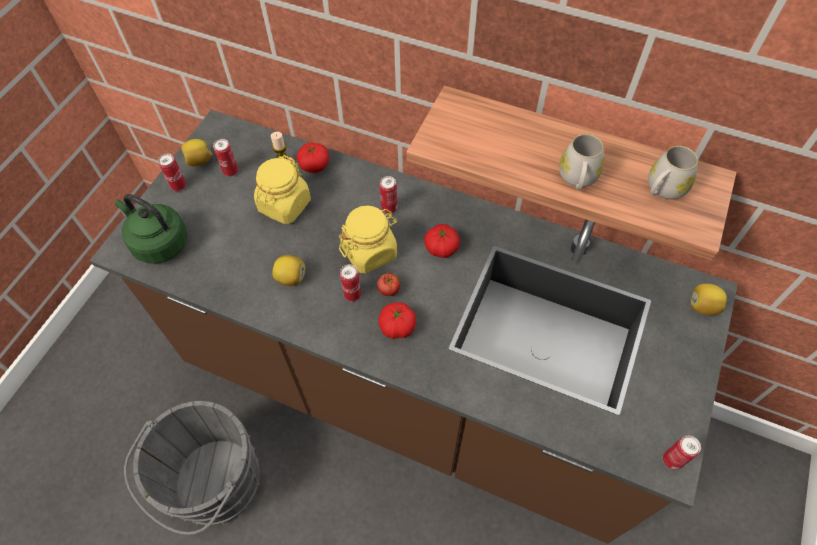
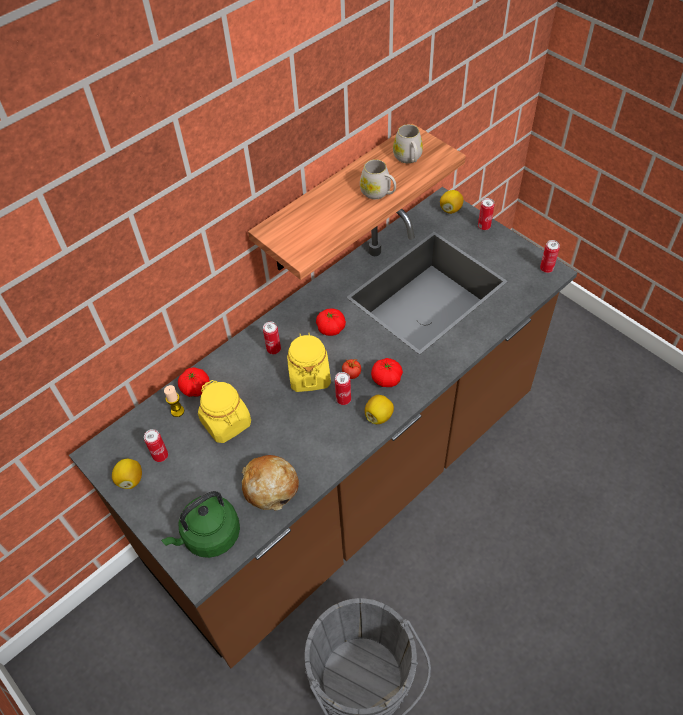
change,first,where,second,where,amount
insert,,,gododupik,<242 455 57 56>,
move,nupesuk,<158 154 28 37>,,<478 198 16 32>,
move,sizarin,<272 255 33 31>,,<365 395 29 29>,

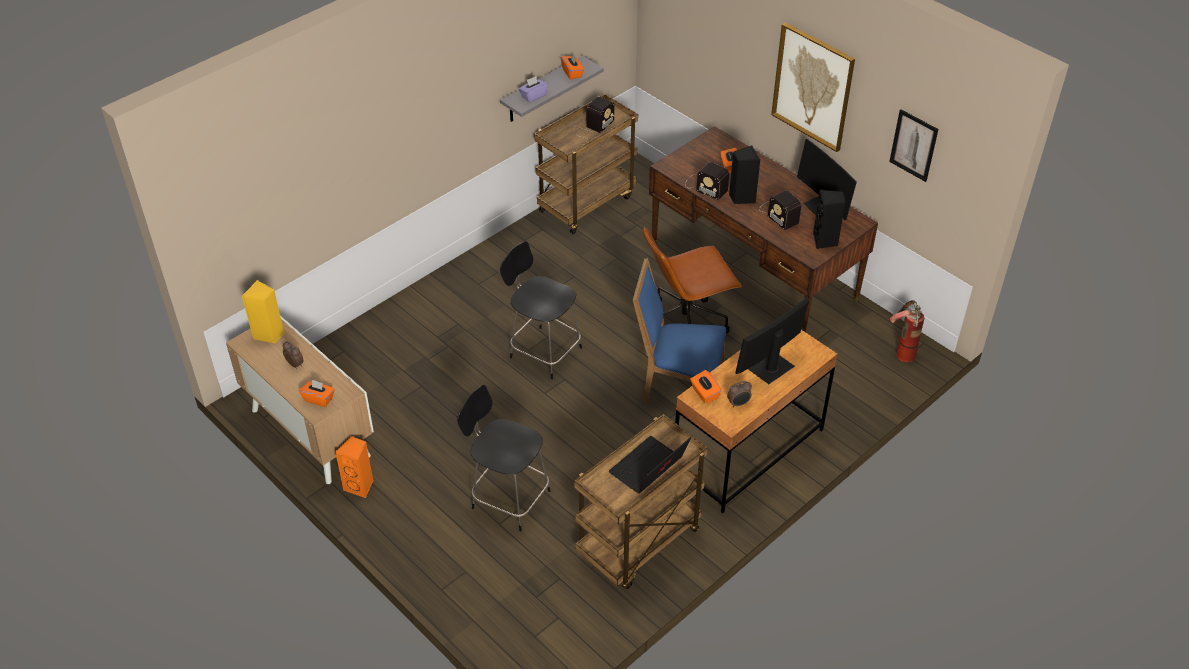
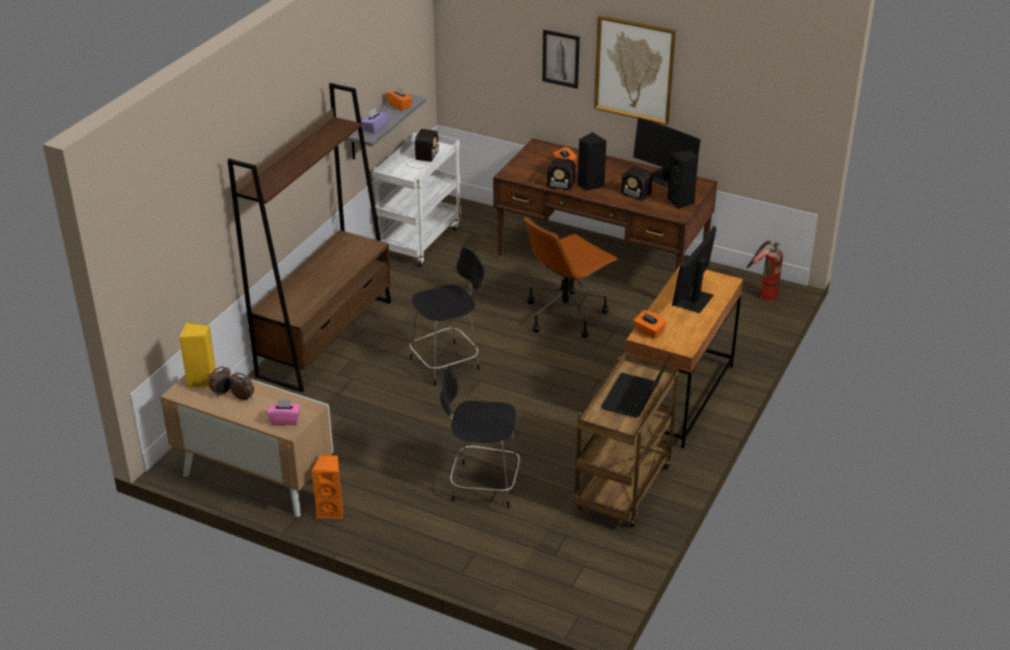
change,first,where,second,where,amount
delete,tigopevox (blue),<633 258 93 145>,,,
insert,,,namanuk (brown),<227 83 164 310>,
move,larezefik,<727 381 25 27>,,<209 366 24 31>,
move,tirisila,<889 109 49 73>,,<542 30 38 59>,
recolor,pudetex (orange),<299 380 36 27>,pudetex (pink),<267 399 34 26>,
recolor,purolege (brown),<534 94 104 140>,purolege (white),<372 131 89 136>,
rotate,tigopevox (black),<500 241 82 138>,,<410 247 74 139>,135 degrees clockwise

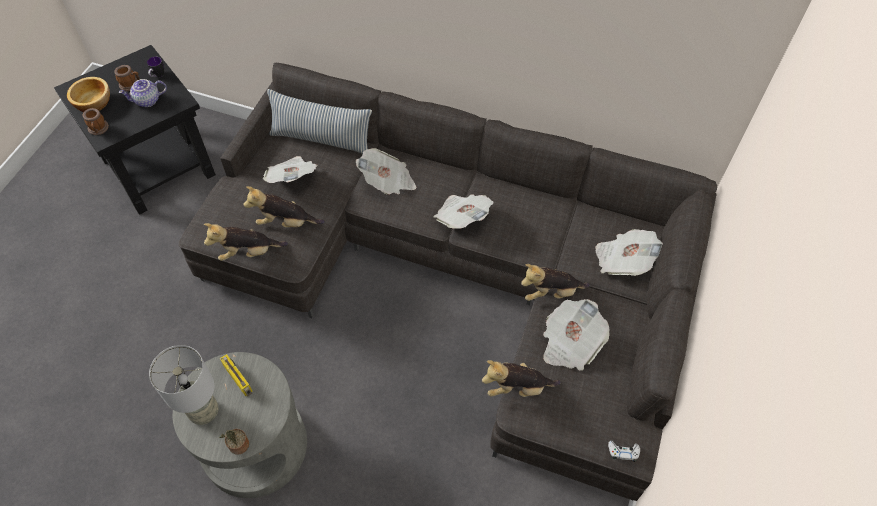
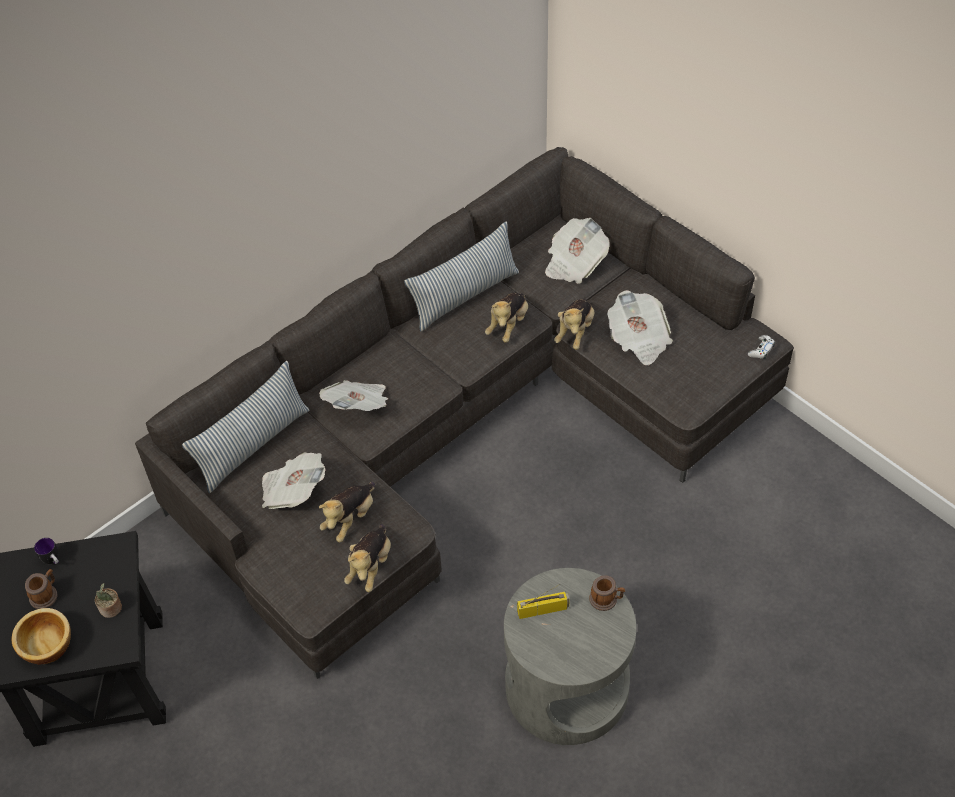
change,first,where,second,where,amount
delete,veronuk,<119 79 48 28>,,,
delete,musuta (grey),<149 345 69 80>,,,
delete,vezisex,<434 194 59 35>,,,
insert,,,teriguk,<404 222 115 109>,
move,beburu,<83 108 26 27>,,<589 575 36 36>,
move,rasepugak,<219 429 30 26>,,<95 583 27 35>,
move,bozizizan,<482 360 78 37>,,<485 293 43 50>,

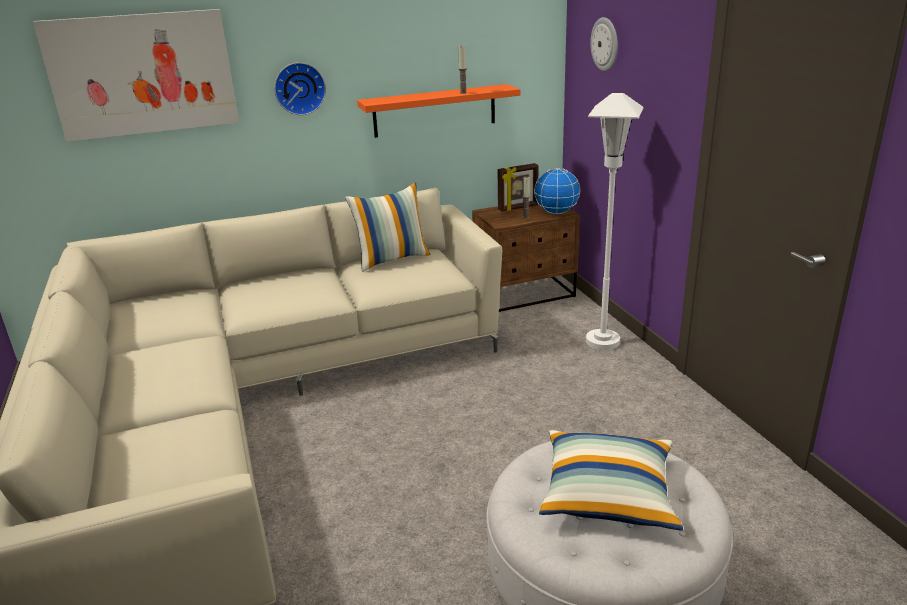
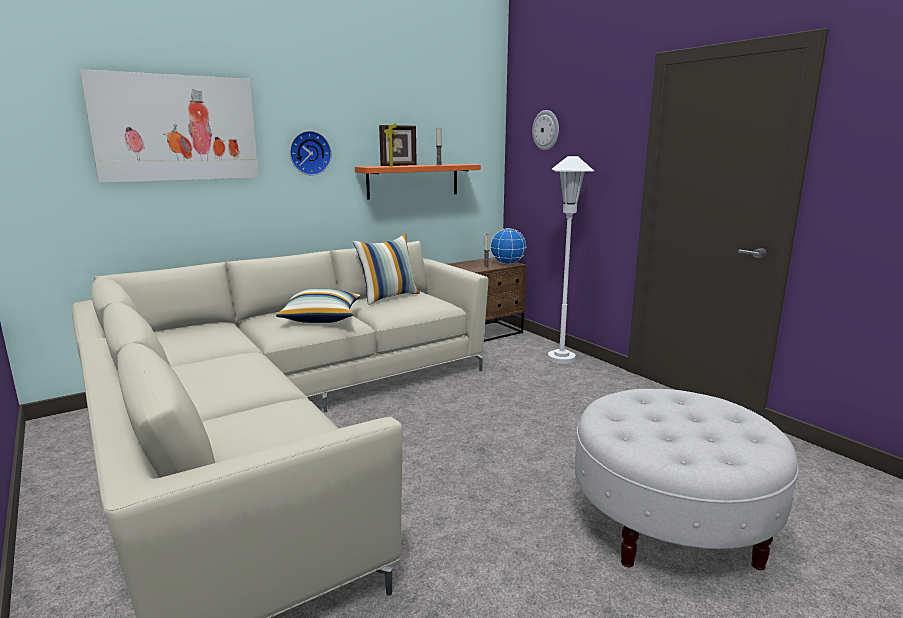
change,first,where,second,where,amount
move,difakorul,<497 163 41 49>,,<379 124 38 43>,
move,teriguk,<539 430 144 101>,,<276 289 84 34>,

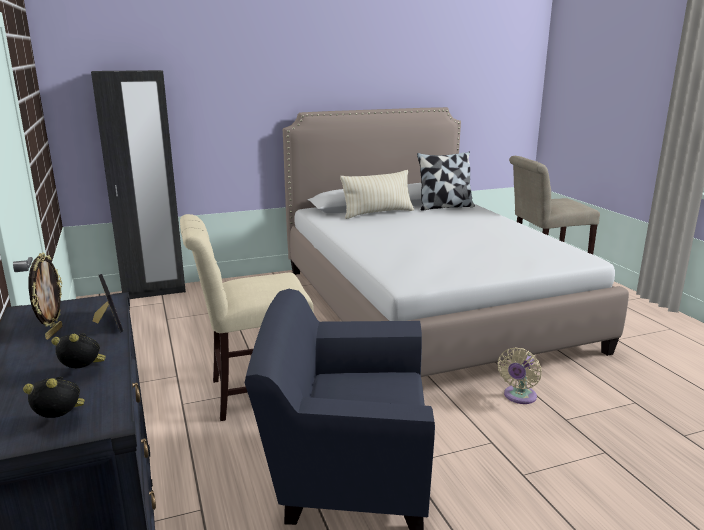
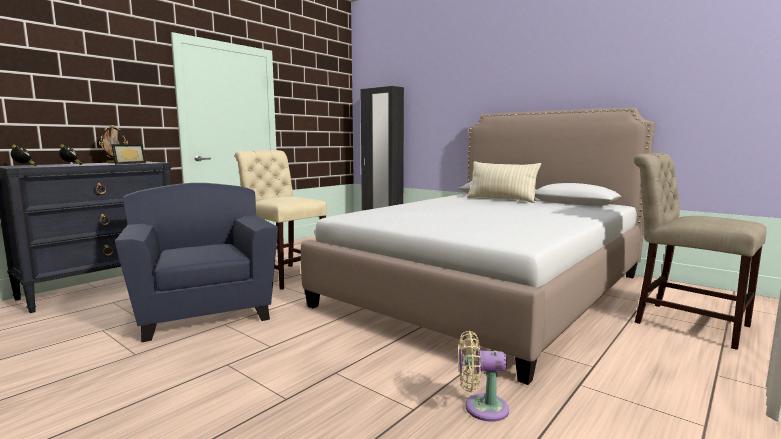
change,first,where,second,where,amount
delete,teriguk,<417 152 58 59>,,,
move,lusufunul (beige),<498 347 44 57>,,<459 331 50 91>,

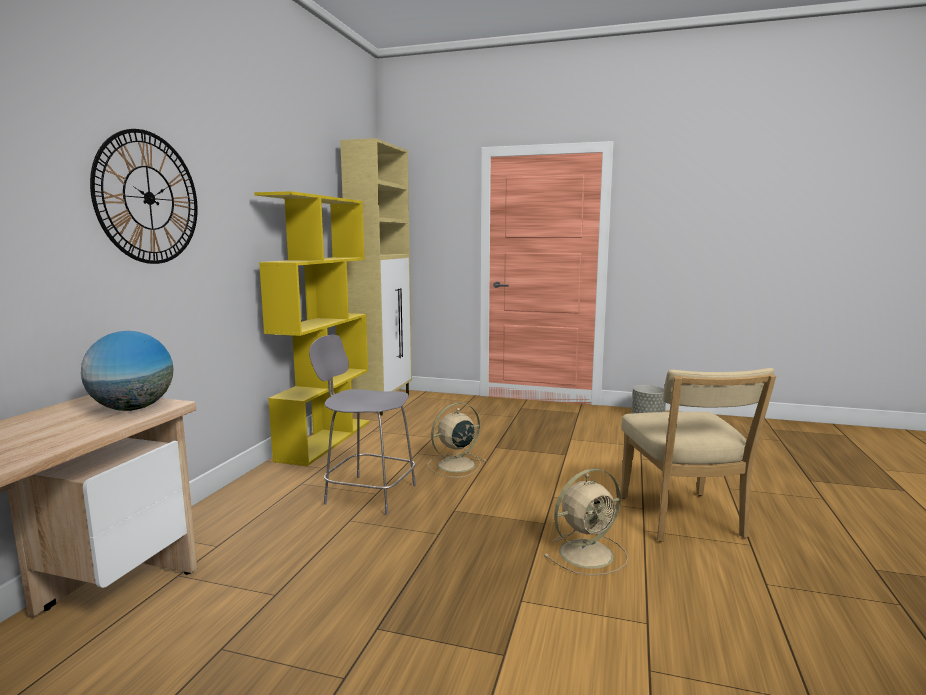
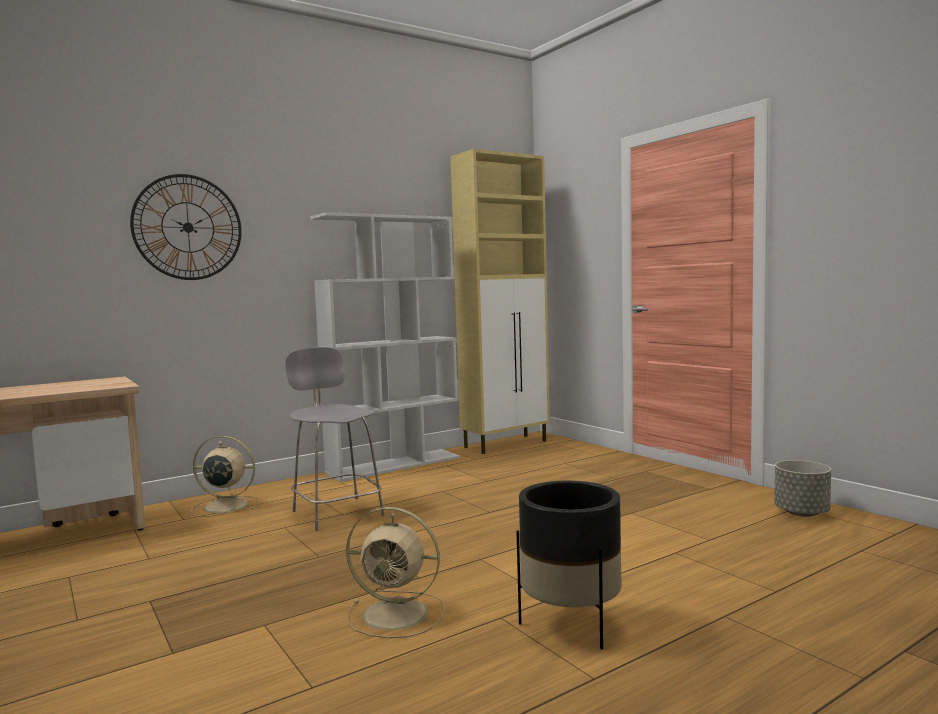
change,first,where,second,where,amount
delete,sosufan,<81 331 93 80>,,,
move,lusufunul (beige),<428 403 58 75>,,<191 436 68 81>,
replace,tigopevox (beige),<621 368 155 174>,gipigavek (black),<516 481 106 169>,
recolor,namanuk (yellow),<254 191 116 275>,namanuk (white),<311 212 149 270>,

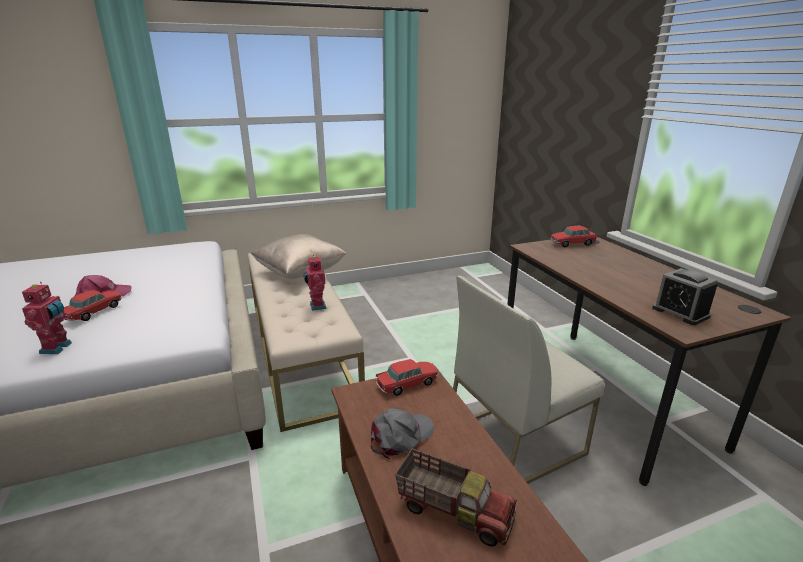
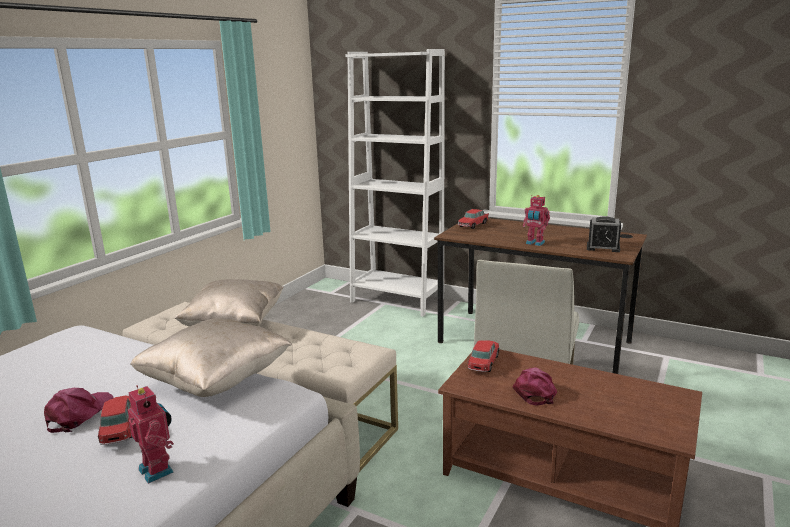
change,first,where,second,where,amount
delete,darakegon,<395 449 122 98>,,,
insert,,,teriguk (beige),<130 318 162 79>,
insert,,,namanuk (white),<345 49 100 268>,
move,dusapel,<303 255 24 56>,,<523 195 27 51>,
recolor,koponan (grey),<371 408 63 51>,koponan (pink),<513 367 44 39>,

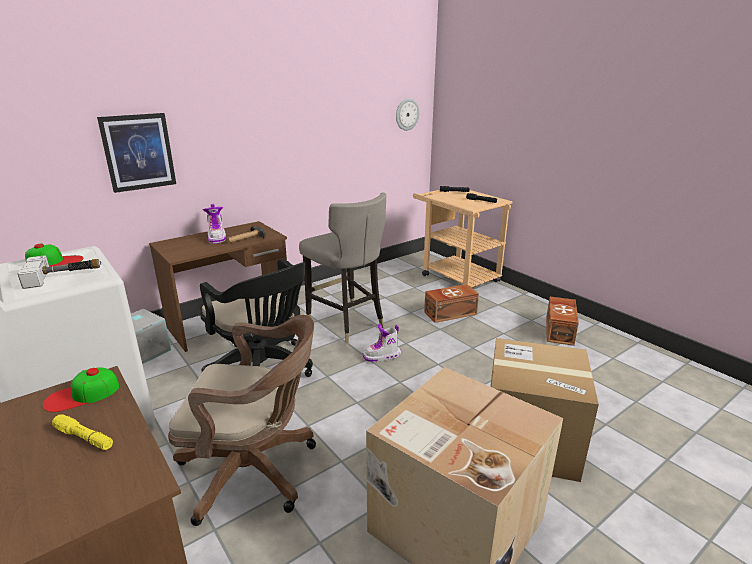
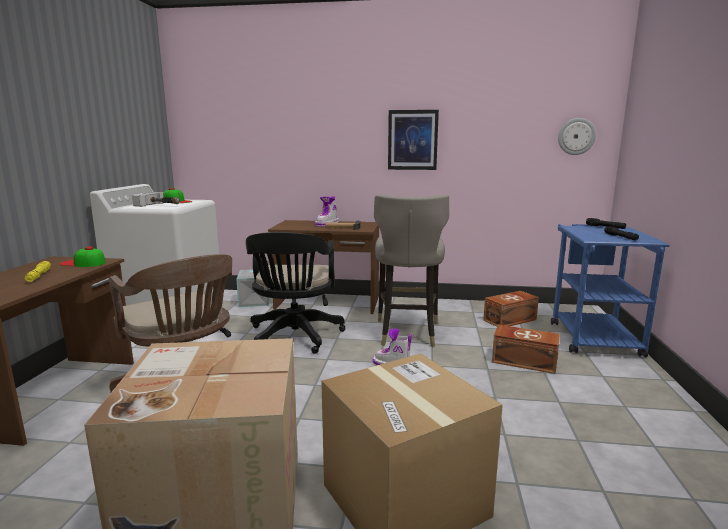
change,first,where,second,where,amount
move,tirisila,<97 113 79 80>,,<388 110 51 60>,
move,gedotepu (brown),<546 297 33 49>,,<483 291 56 36>,
recolor,purolege (beige),<413 190 100 97>,purolege (blue),<551 224 119 133>,

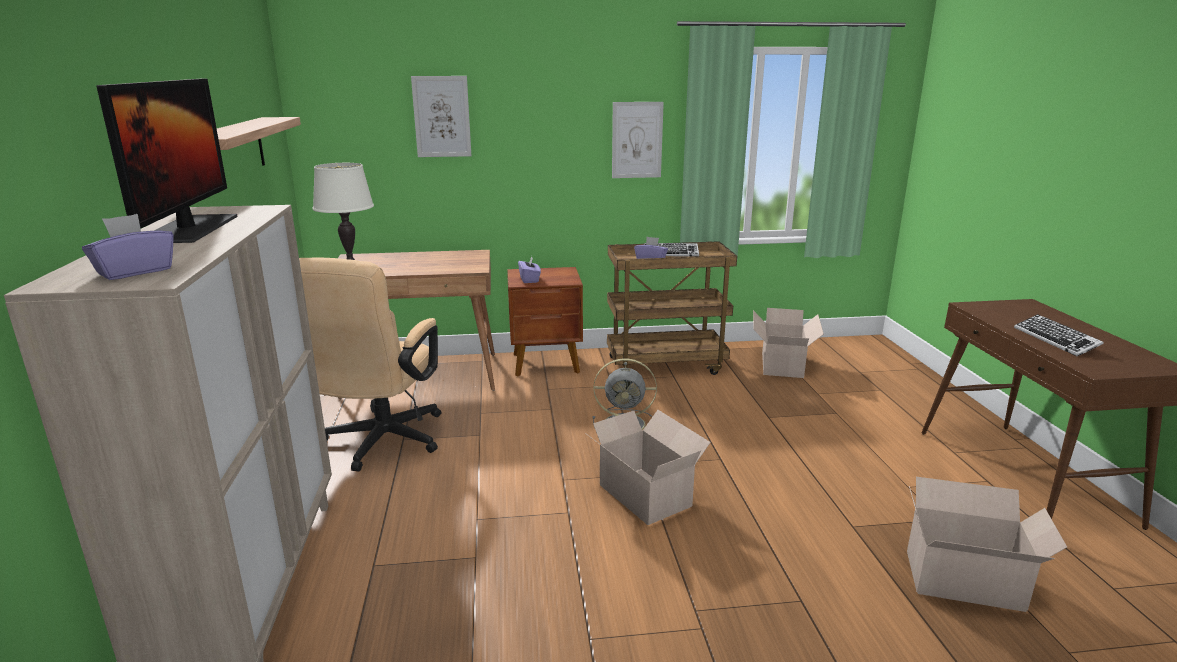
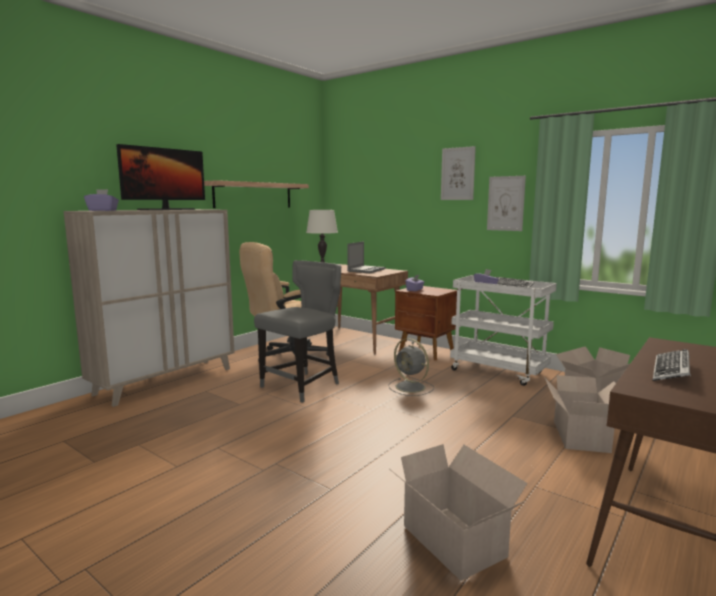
change,first,where,second,where,amount
insert,,,tigopevox (grey),<254 260 87 143>,
insert,,,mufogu,<347 241 39 32>,
move,tirisila,<411 76 61 81>,,<441 146 35 54>,
move,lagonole,<585 410 126 115>,,<544 375 72 78>,
recolor,purolege (brown),<607 241 130 134>,purolege (white),<450 275 107 111>,

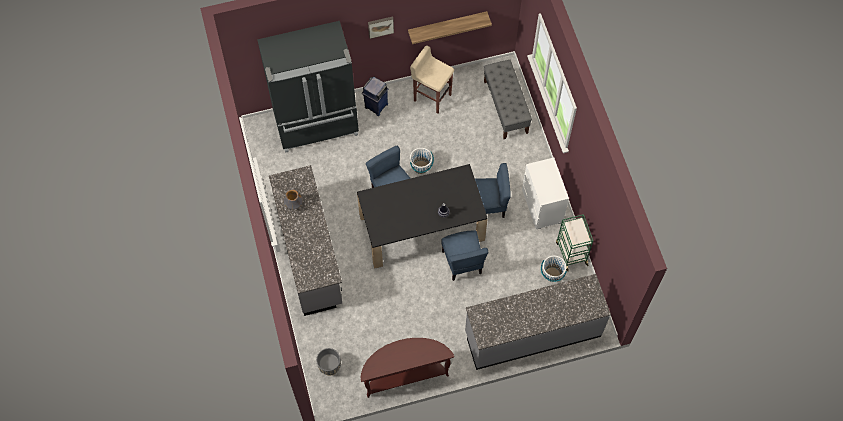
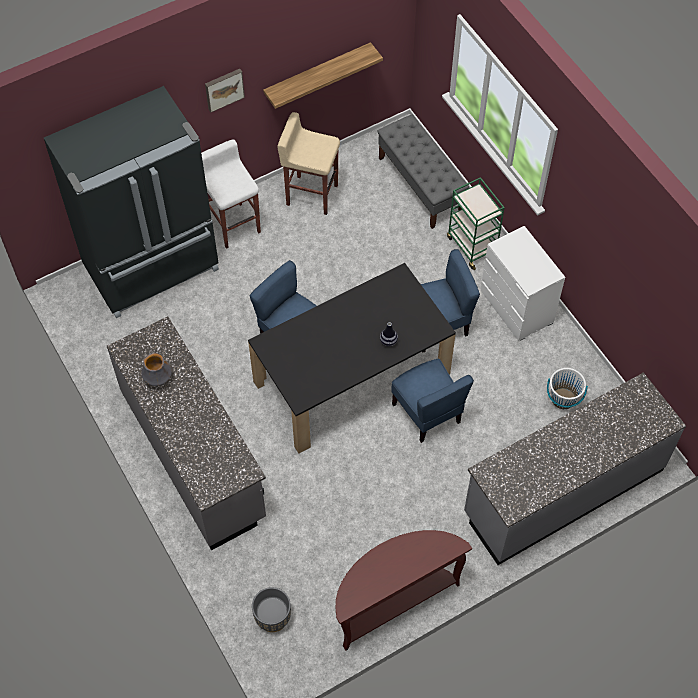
change,first,where,second,where,amount
delete,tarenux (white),<410 148 24 26>,,,
move,purolege (green),<556 214 37 57>,,<447 177 58 93>,
replace,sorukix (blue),<362 76 26 40>,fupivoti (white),<201 140 60 109>,

